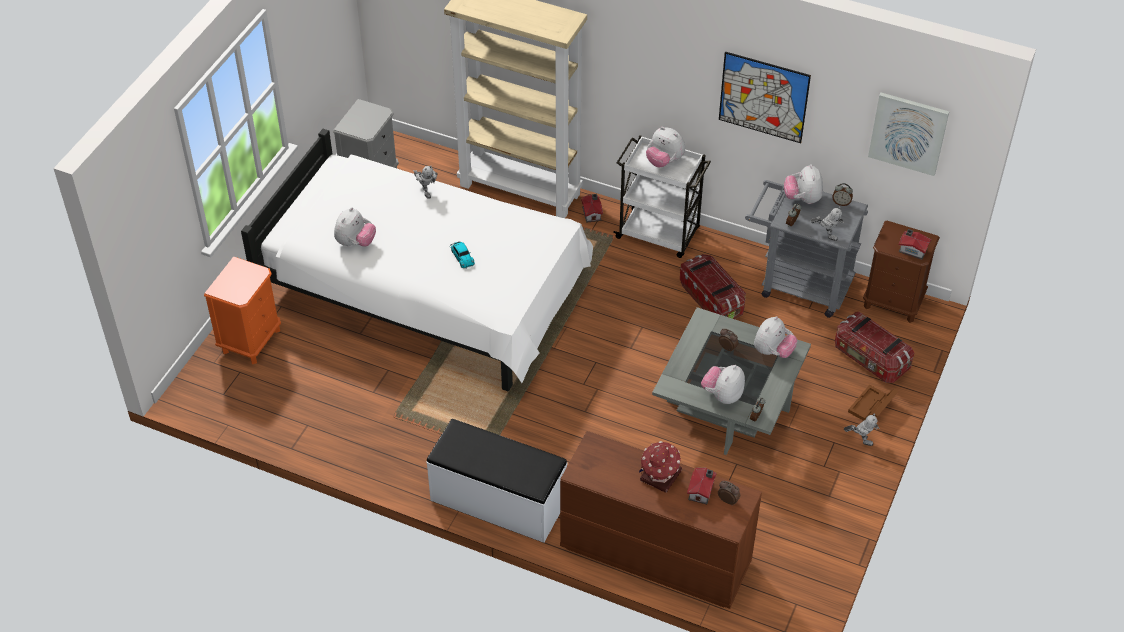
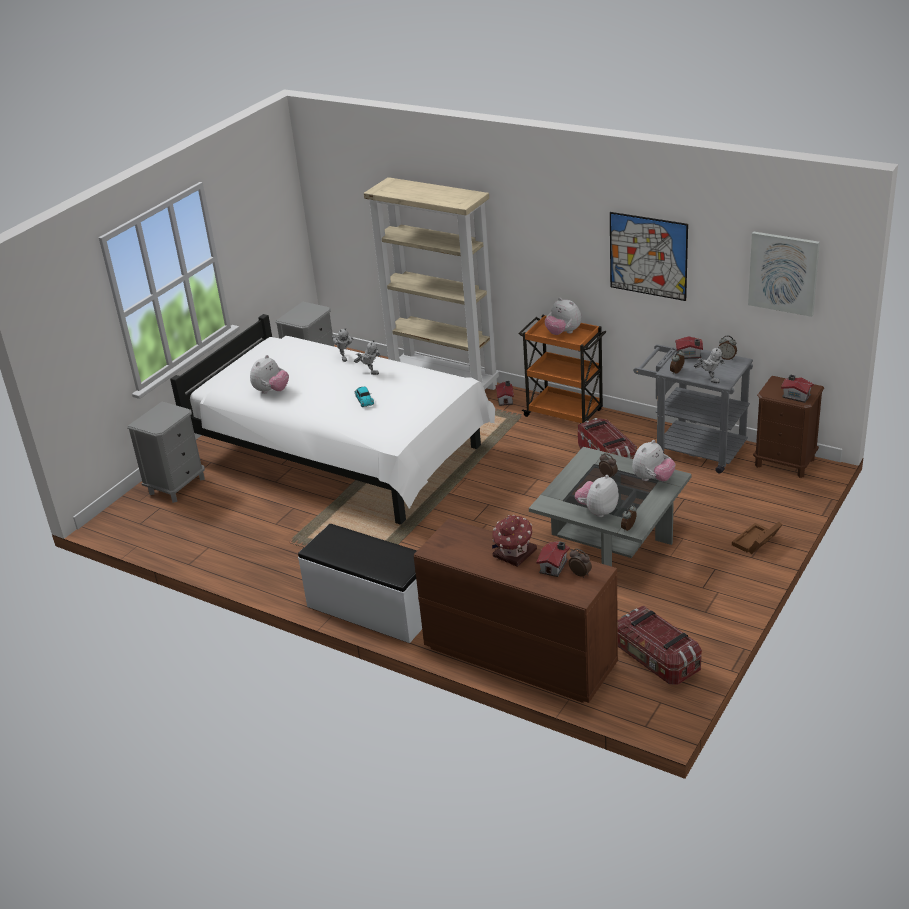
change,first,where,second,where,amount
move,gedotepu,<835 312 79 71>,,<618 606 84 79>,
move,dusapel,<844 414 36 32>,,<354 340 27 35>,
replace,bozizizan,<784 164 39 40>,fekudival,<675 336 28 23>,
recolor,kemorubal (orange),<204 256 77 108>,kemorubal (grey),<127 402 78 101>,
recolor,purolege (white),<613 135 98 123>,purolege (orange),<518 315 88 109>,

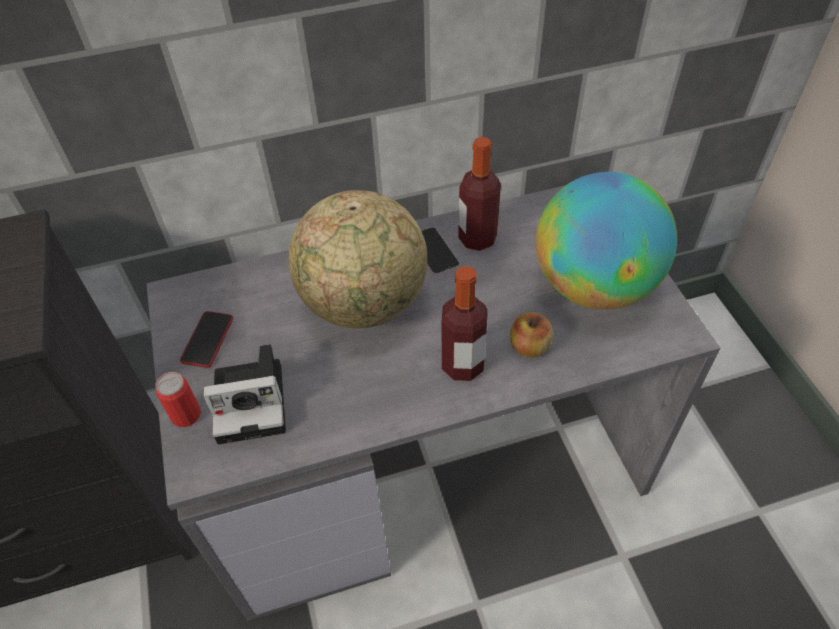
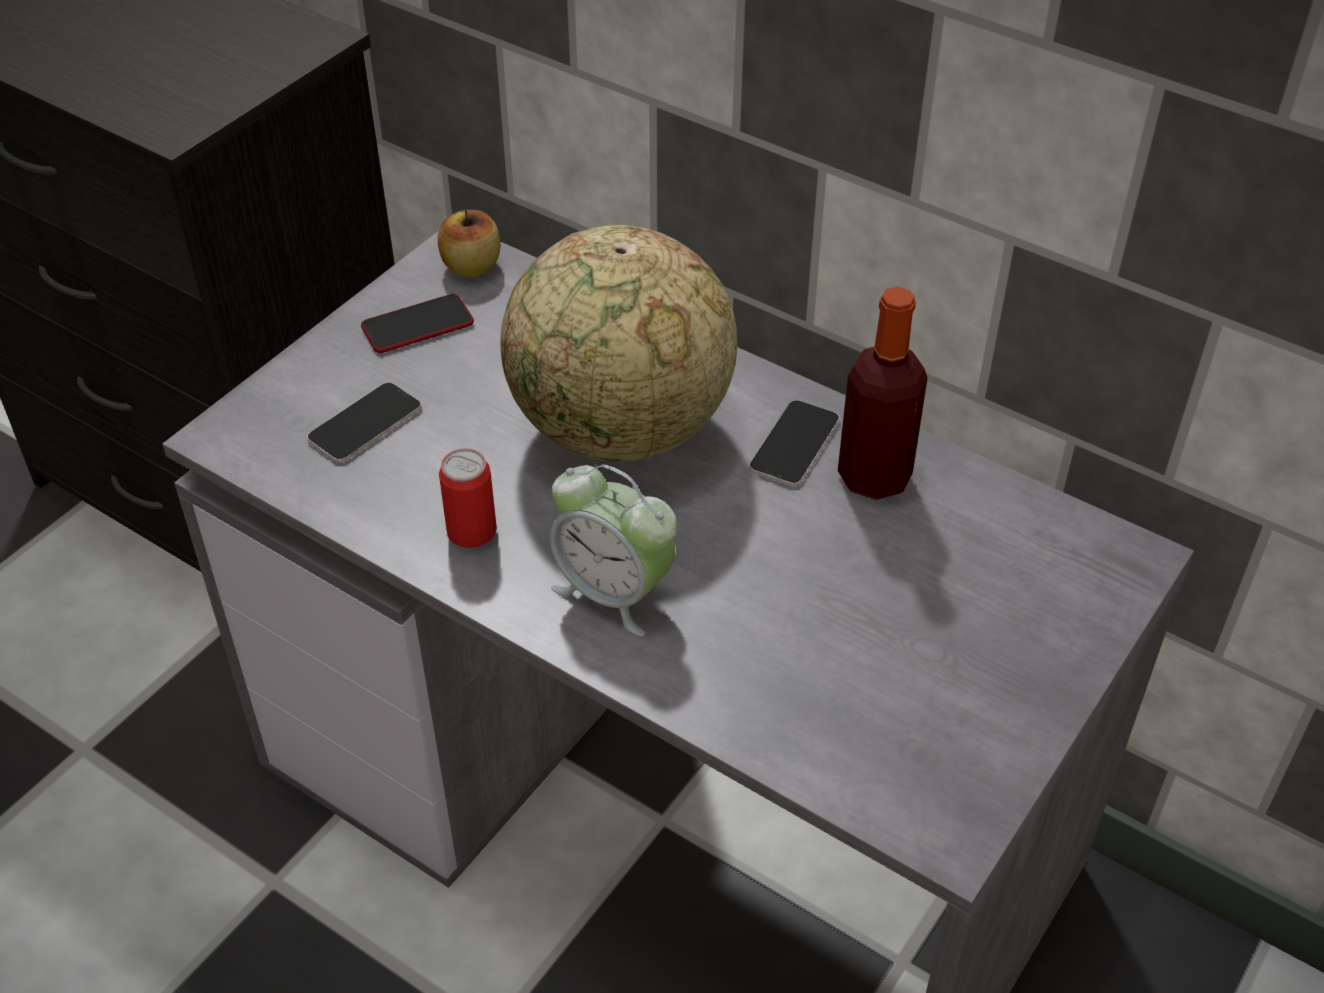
change,first,where,second,where,amount
delete,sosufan,<536 172 141 138>,,,
move,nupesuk,<155 372 46 55>,,<439 448 58 100>,
move,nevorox,<510 312 43 46>,,<438 210 63 67>,
replace,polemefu,<204 344 82 100>,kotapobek,<307 382 115 81>,
replace,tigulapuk,<442 266 45 115>,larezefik,<550 465 127 171>,

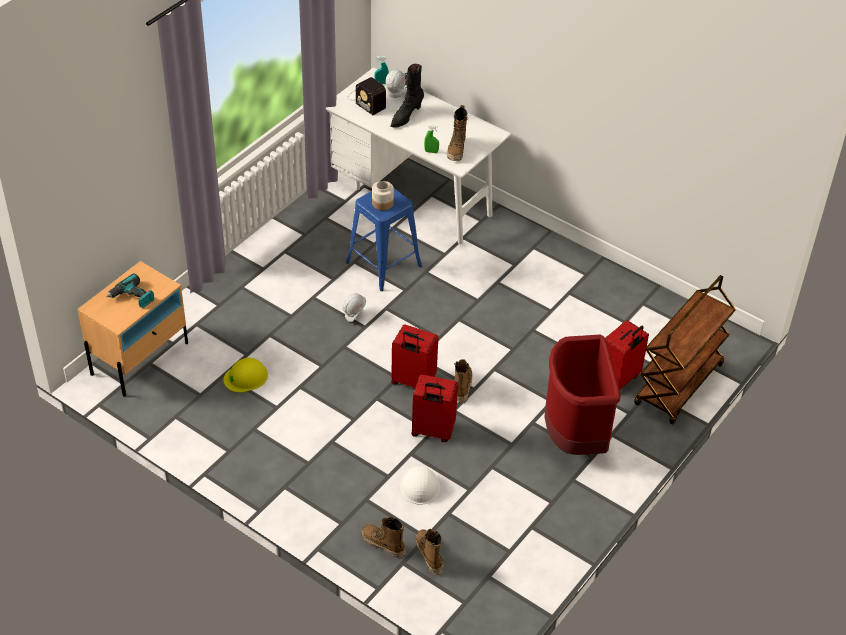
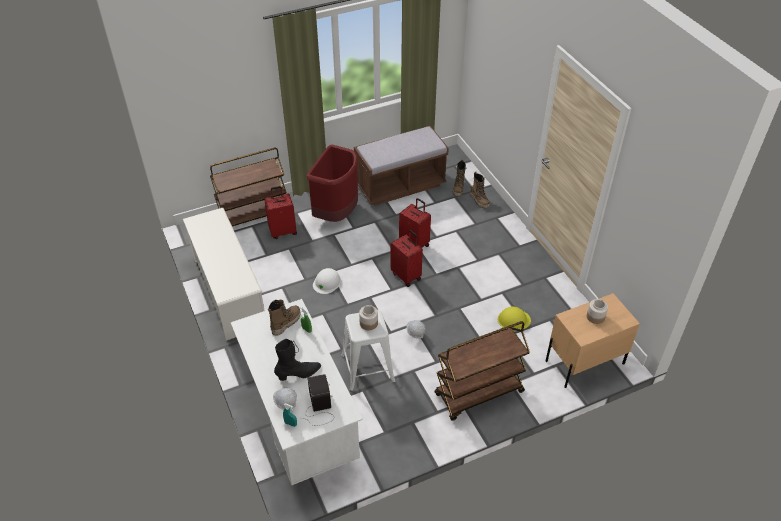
change,first,where,second,where,amount
delete,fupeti,<454 359 19 45>,,,
insert,,,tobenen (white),<183 208 82 133>,
insert,,,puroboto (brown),<354 126 95 80>,
insert,,,purolege (brown),<435 321 95 100>,
move,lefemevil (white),<400 466 40 39>,,<313 268 28 26>,
replace,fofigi,<107 273 47 35>,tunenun,<587 299 21 25>,
recolor,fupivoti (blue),<346 188 76 103>,fupivoti (white),<341 309 54 82>,

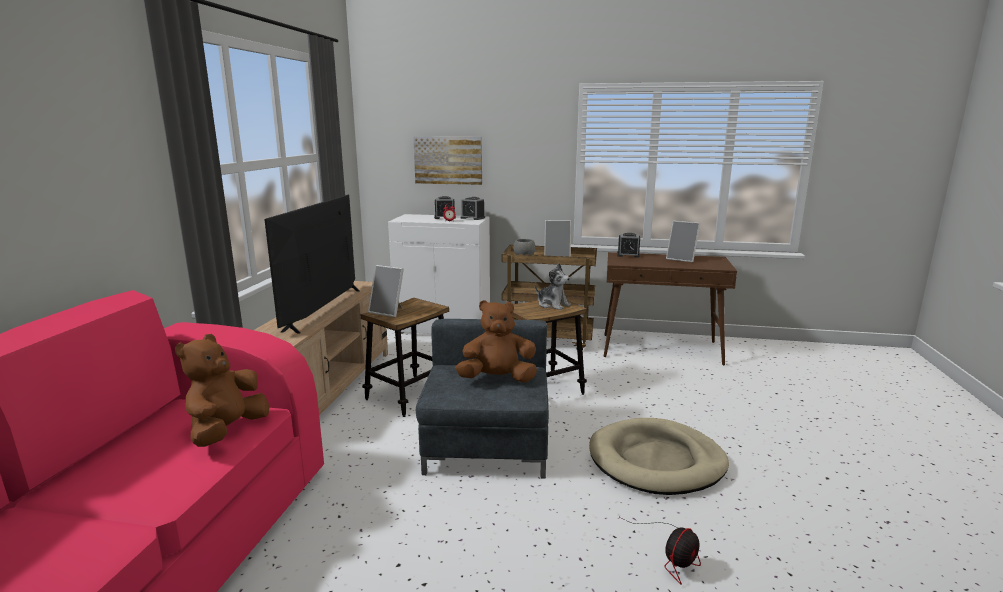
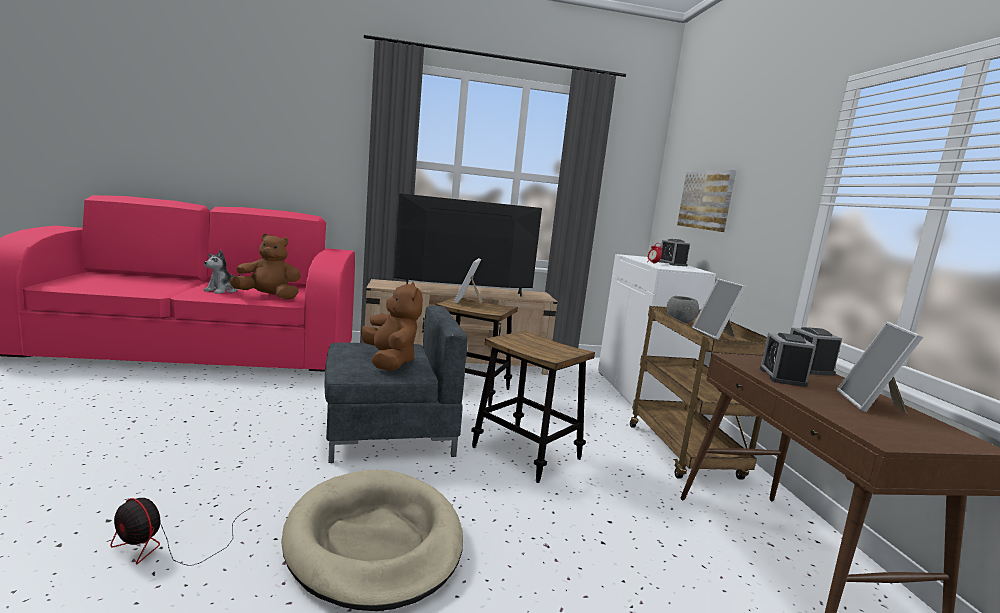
change,first,where,second,where,amount
move,larezefik,<461 197 24 23>,,<760 333 56 54>,
move,bozizizan,<535 263 36 47>,,<204 250 37 44>,

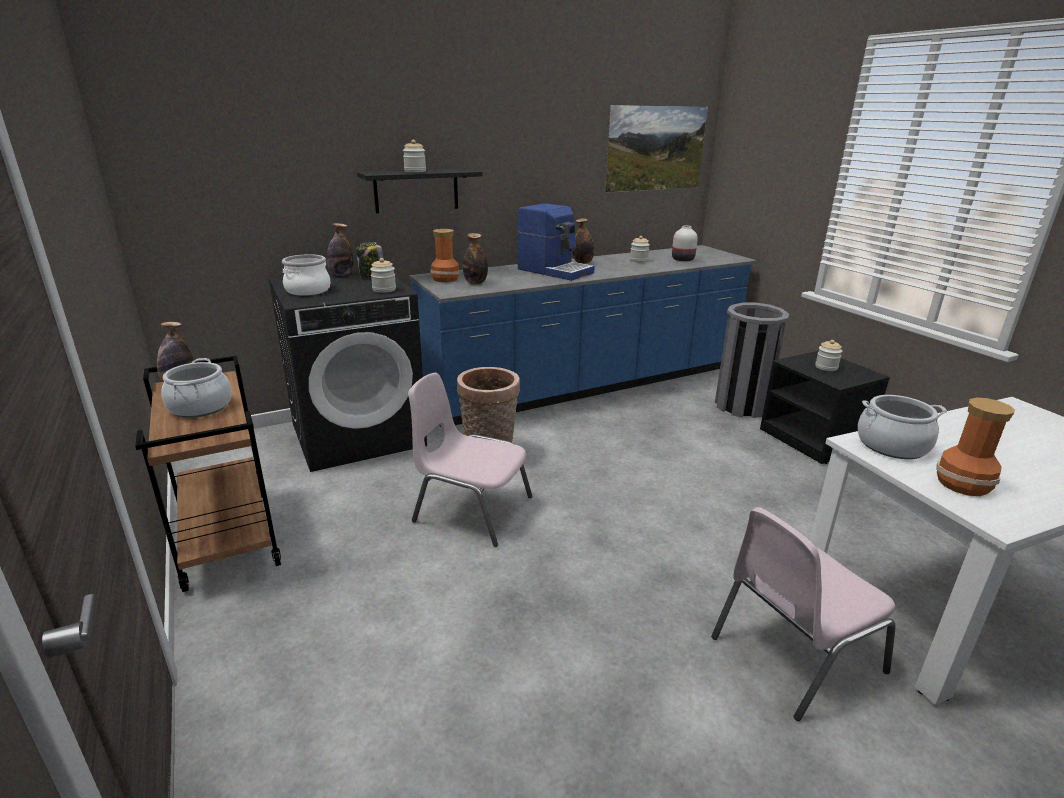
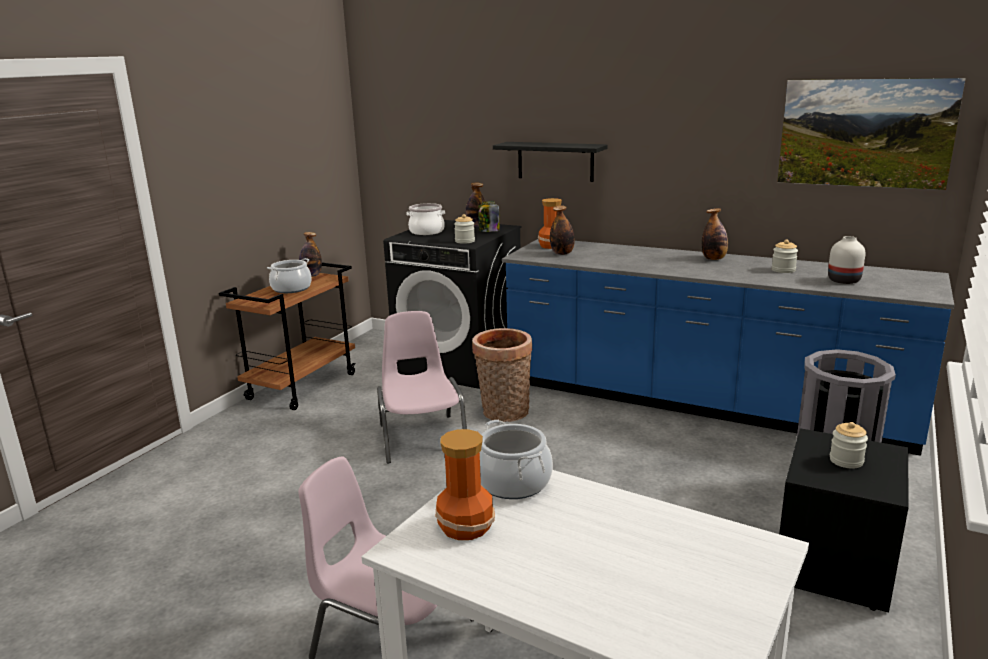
change,first,where,second,where,amount
delete,tunenun,<403 140 23 32>,,,
delete,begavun,<517 204 78 77>,,,

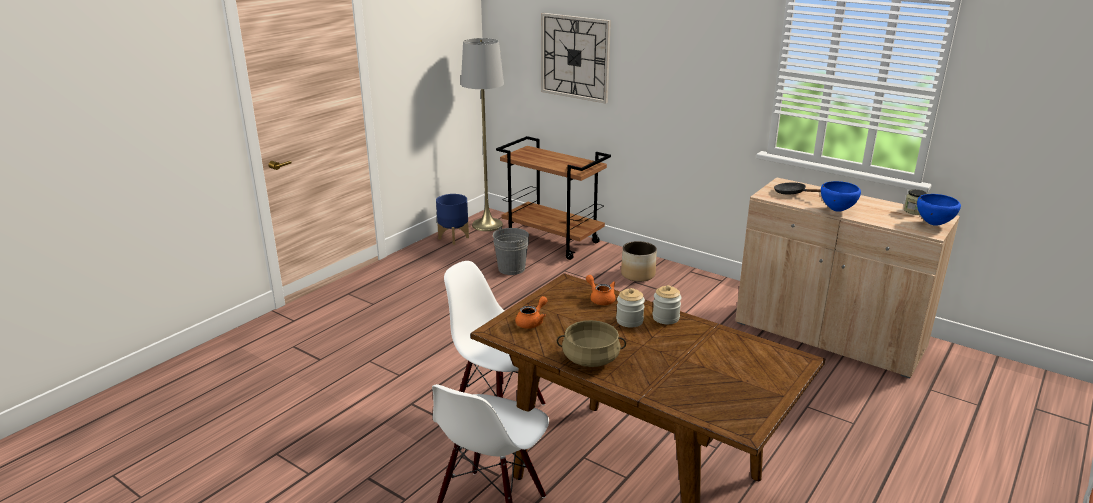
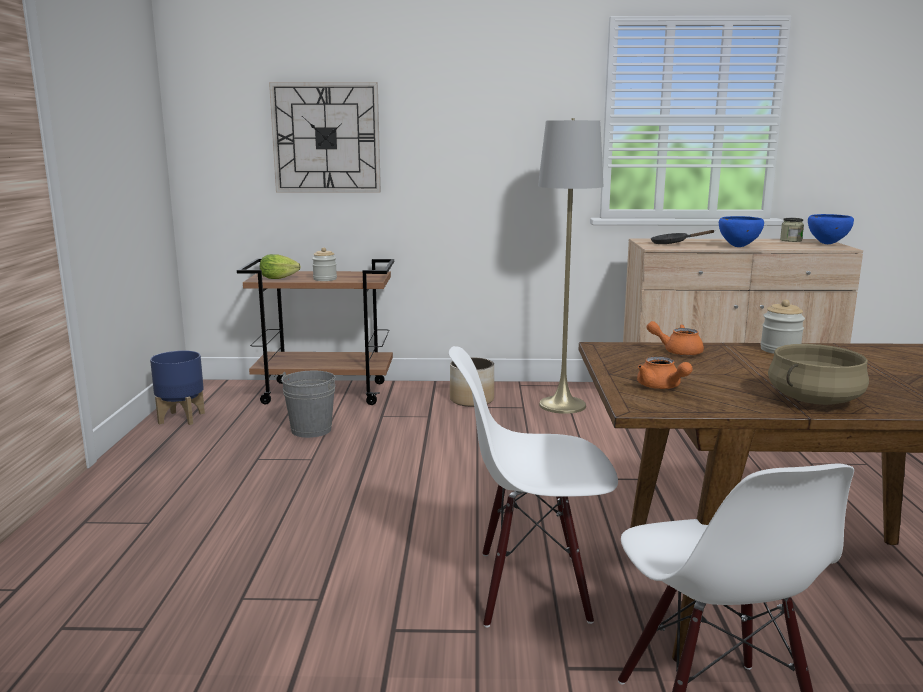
change,first,where,second,where,amount
insert,,,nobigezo,<260 254 41 25>,
move,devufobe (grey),<461 38 43 193>,,<538 118 66 296>,
move,tunenun,<616 288 29 40>,,<312 247 25 34>,
rotate,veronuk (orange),<515 296 33 33>,,<637 357 56 32>,150 degrees clockwise

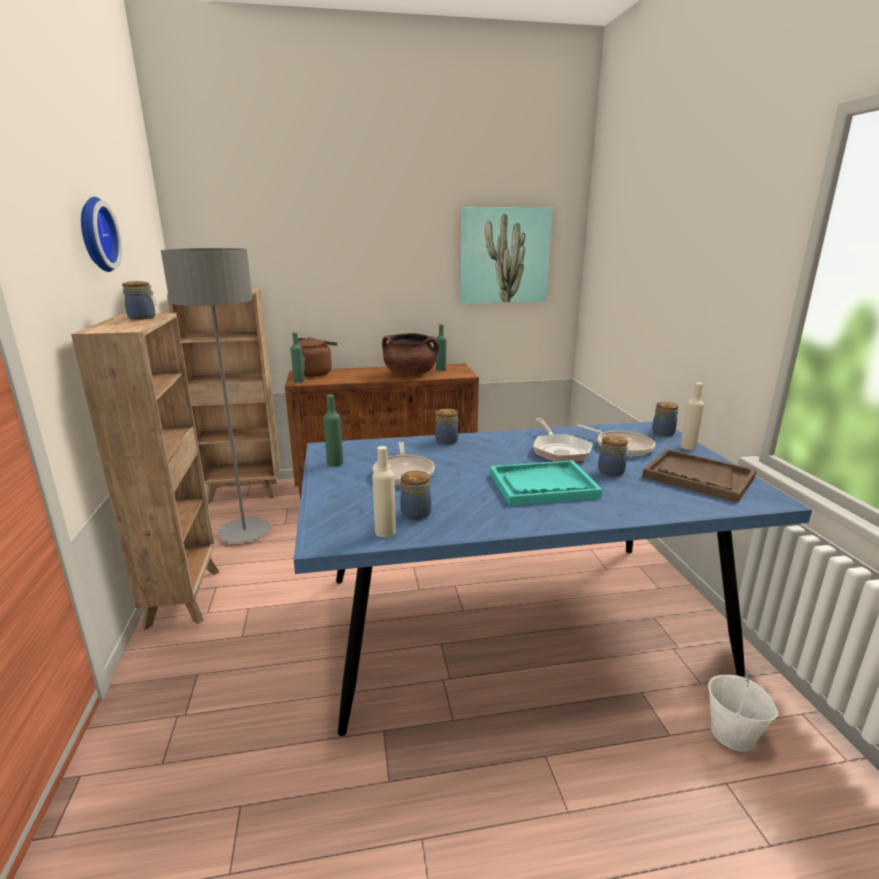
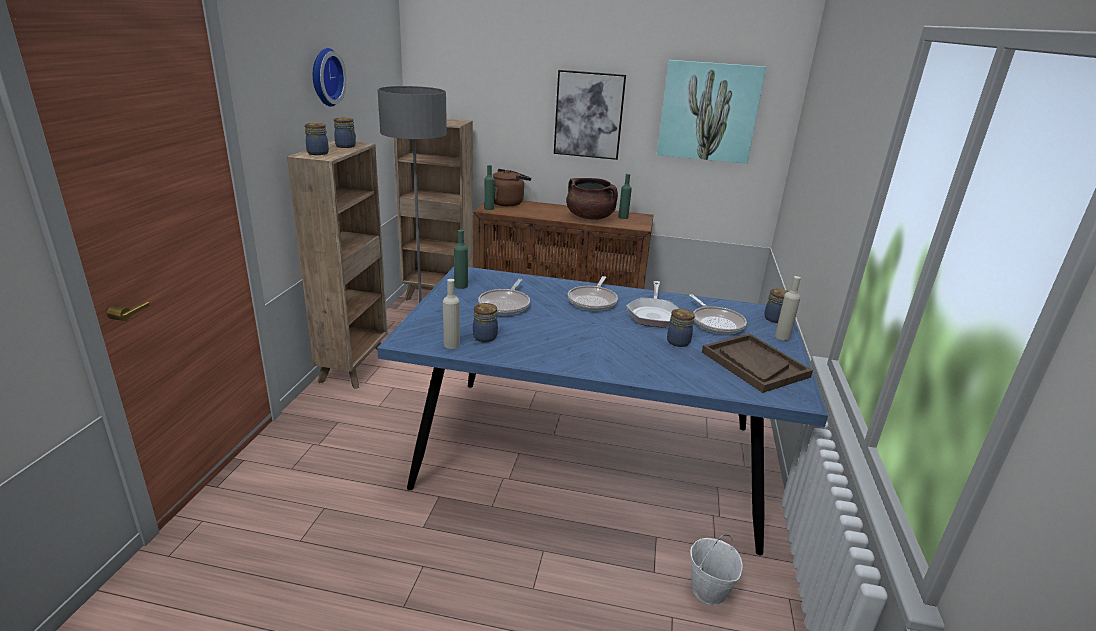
change,first,where,second,where,amount
delete,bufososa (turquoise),<490 460 112 46>,,,
insert,,,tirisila,<554 70 72 90>,
insert,,,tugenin,<568 276 50 35>,
move,tunenun,<435 409 23 35>,,<305 123 24 32>,

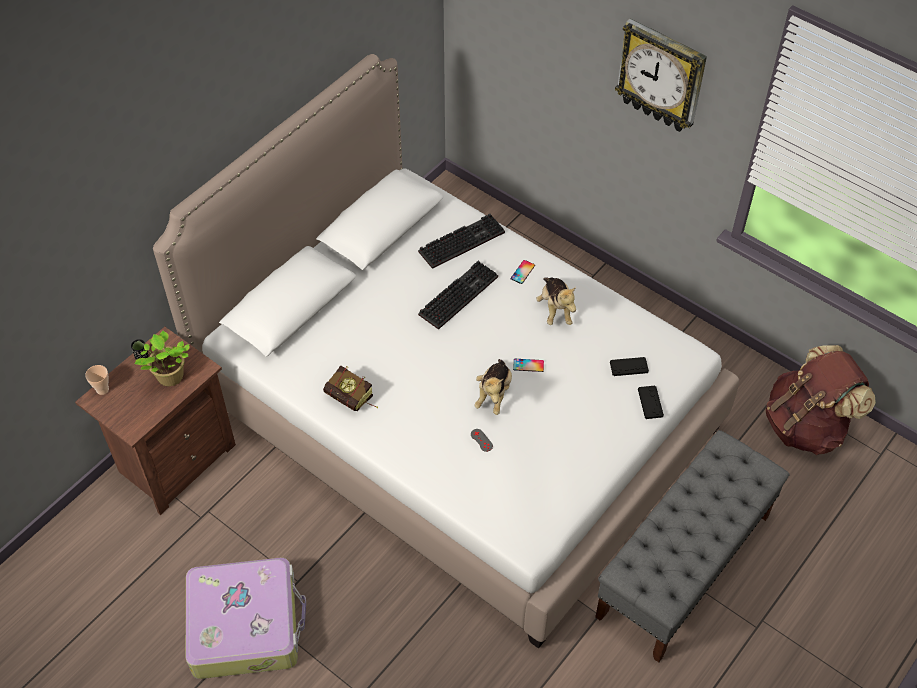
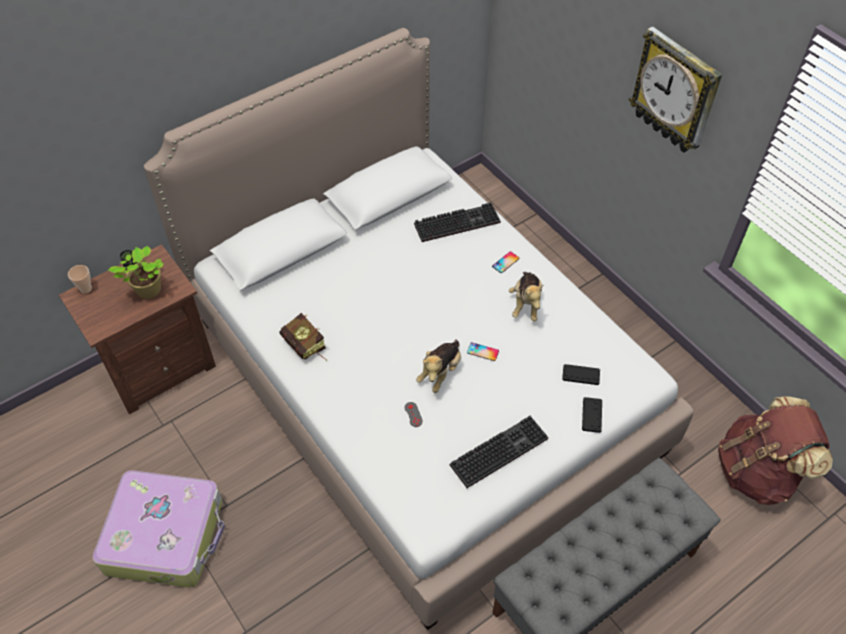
change,first,where,second,where,amount
move,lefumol,<418 261 80 69>,,<450 416 98 72>,

